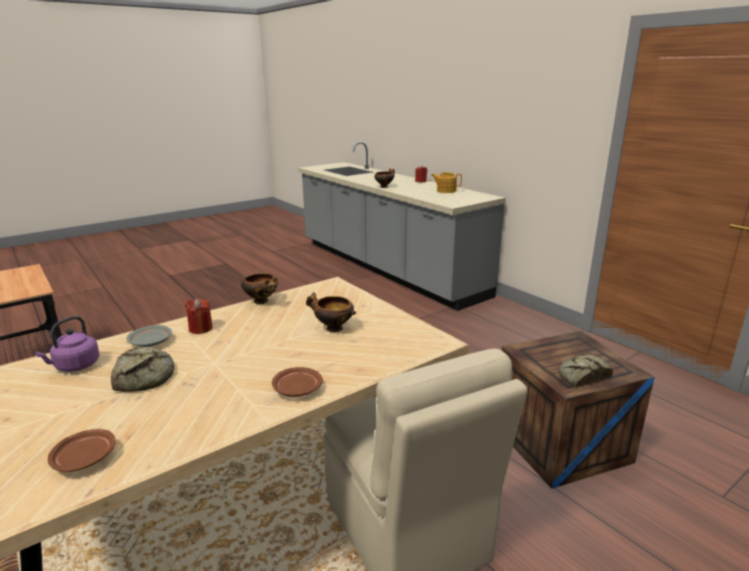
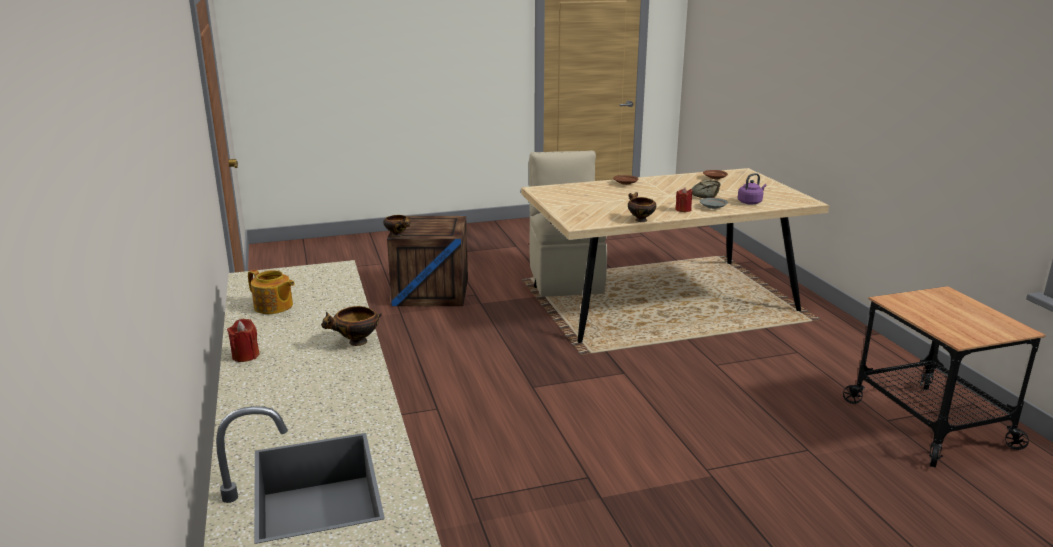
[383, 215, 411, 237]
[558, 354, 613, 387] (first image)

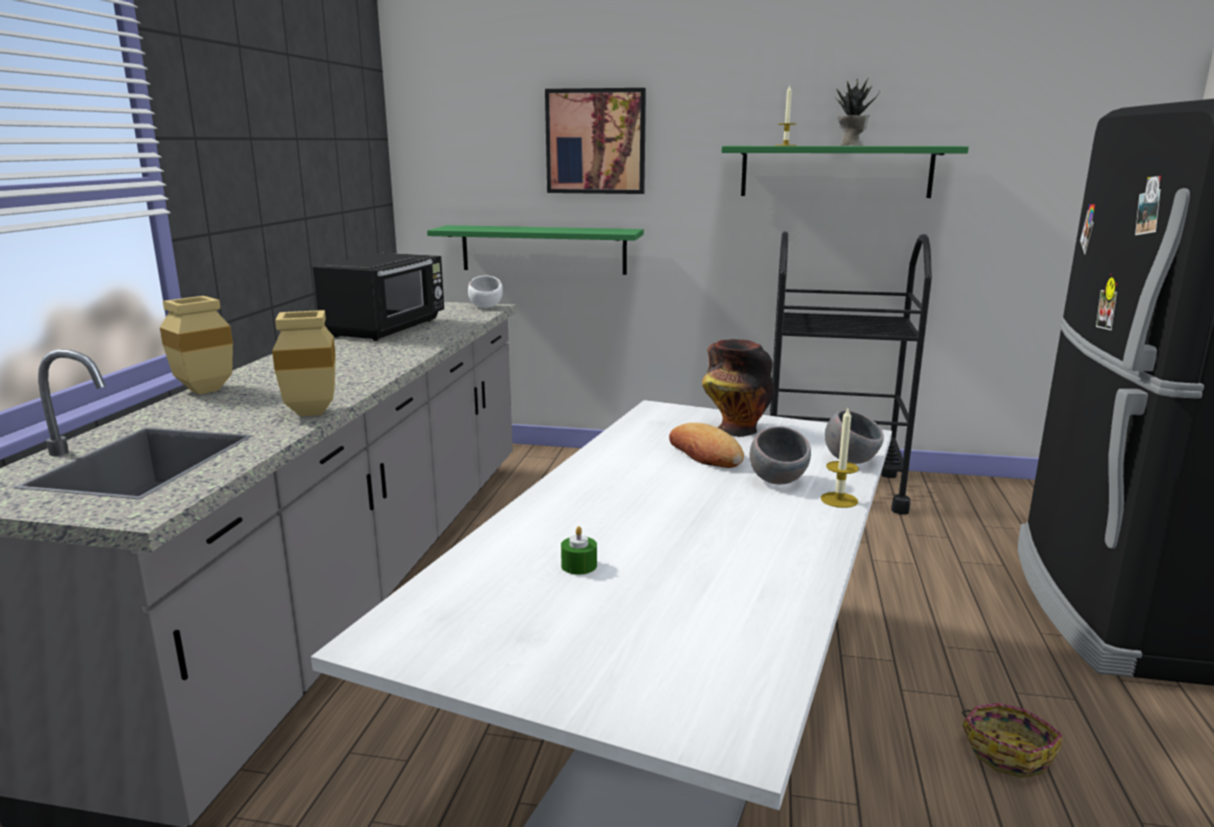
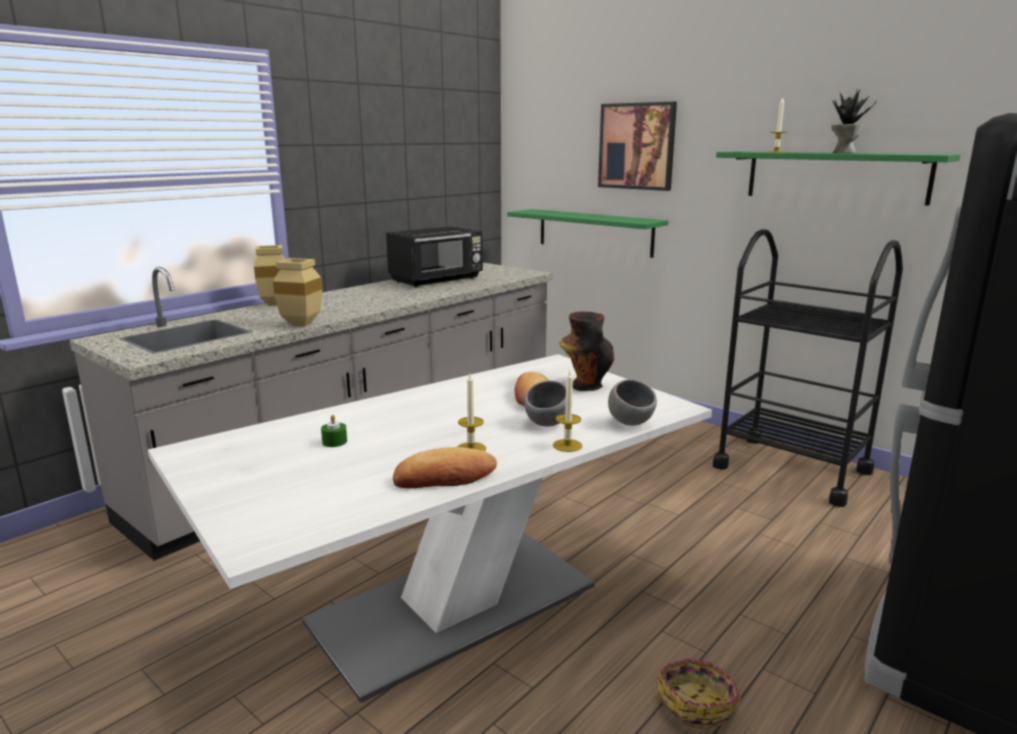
[393, 447, 497, 488]
[457, 374, 486, 451]
[468, 276, 503, 308] (first image)

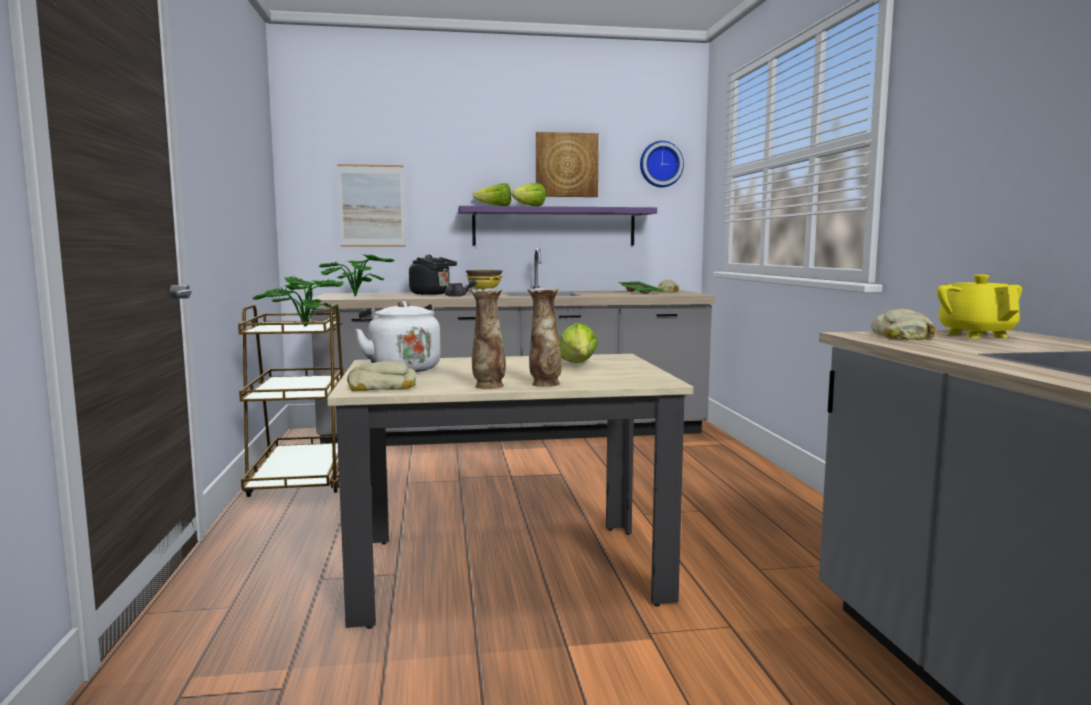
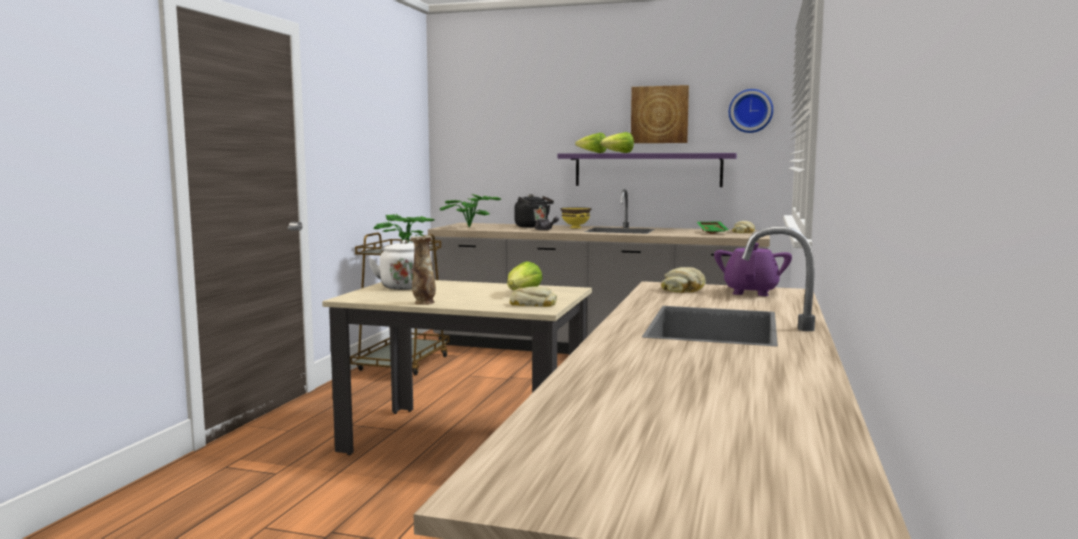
[510, 286, 557, 307]
[714, 243, 792, 296]
[337, 164, 406, 247] (first image)
[527, 288, 562, 387] (first image)

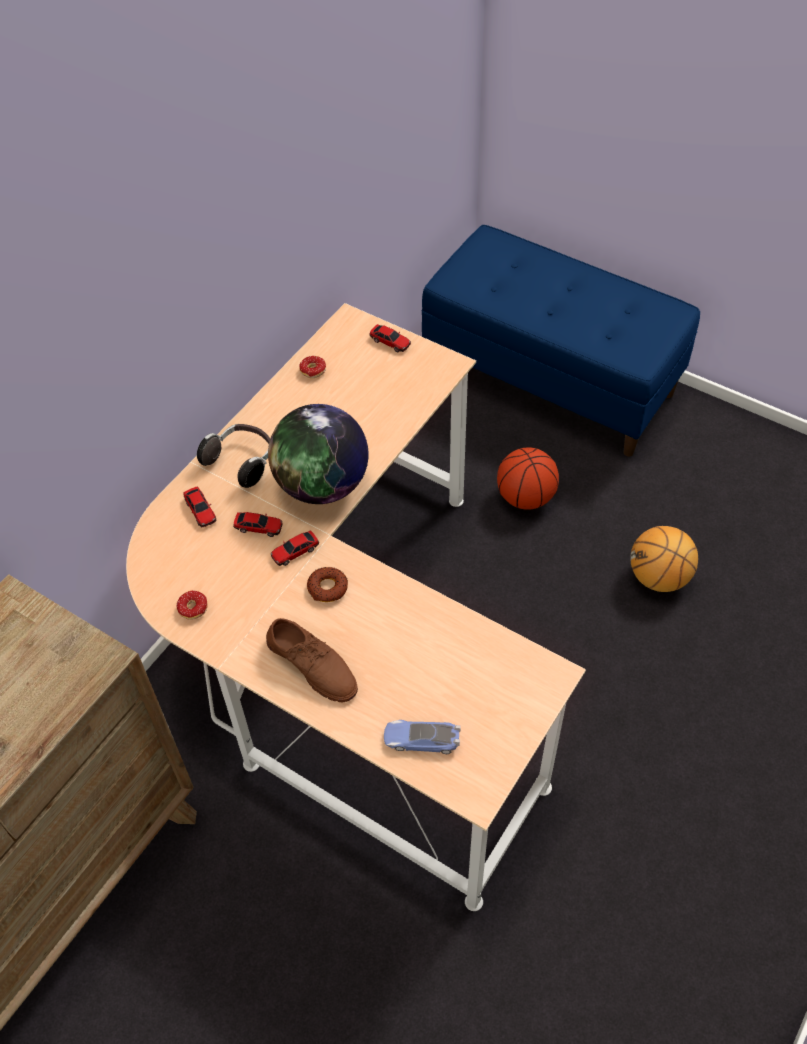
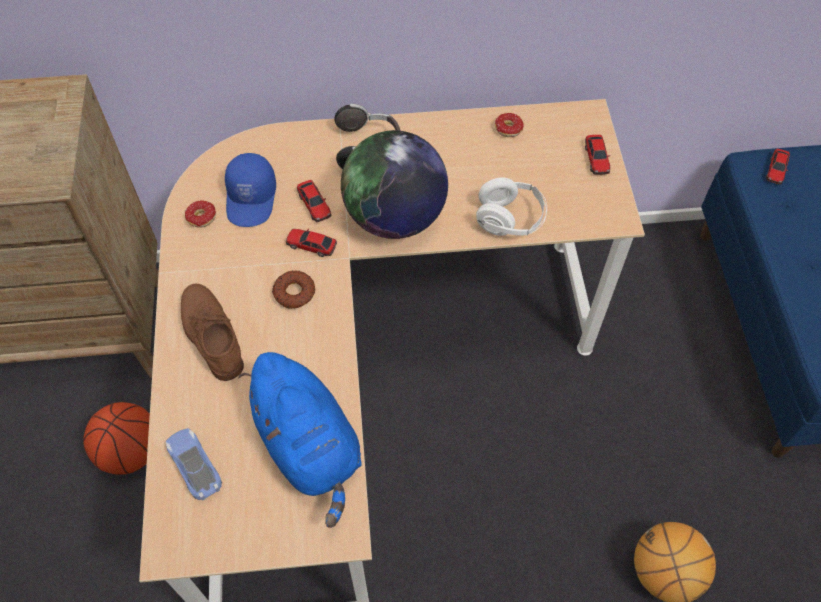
[83, 402, 150, 475]
[181, 284, 244, 381]
[225, 153, 276, 227]
[238, 352, 362, 528]
[476, 177, 547, 236]
[766, 149, 790, 185]

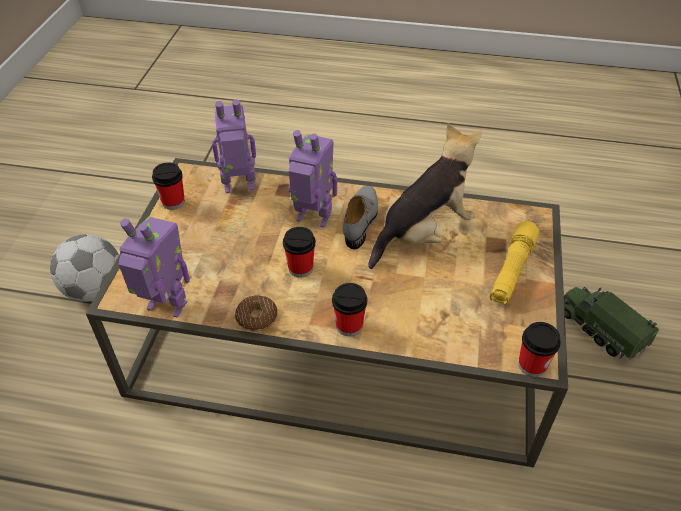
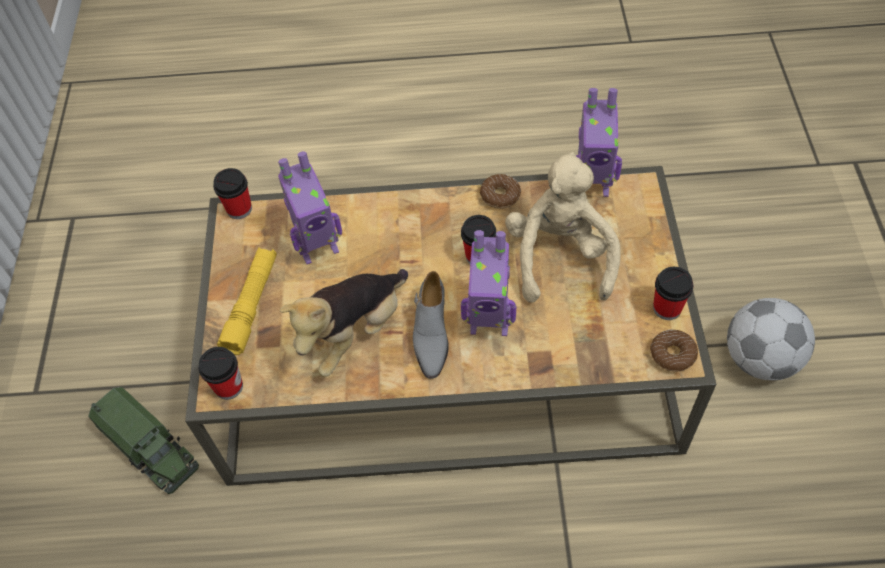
[198, 347, 243, 400]
[278, 151, 342, 264]
[505, 152, 621, 303]
[650, 330, 698, 372]

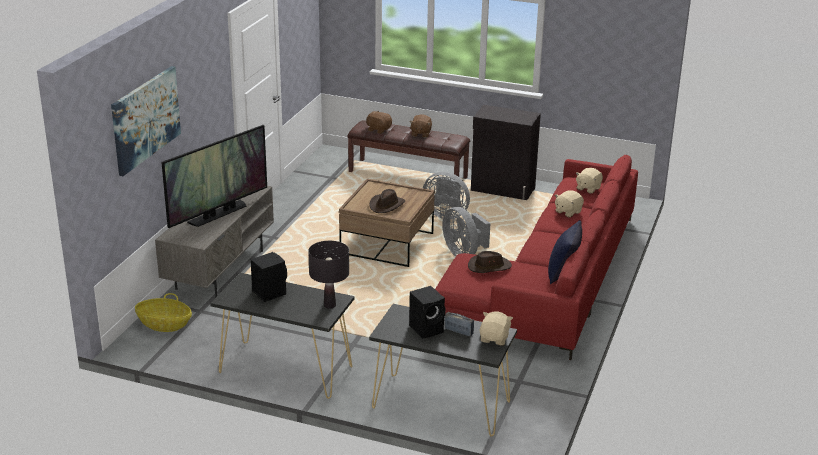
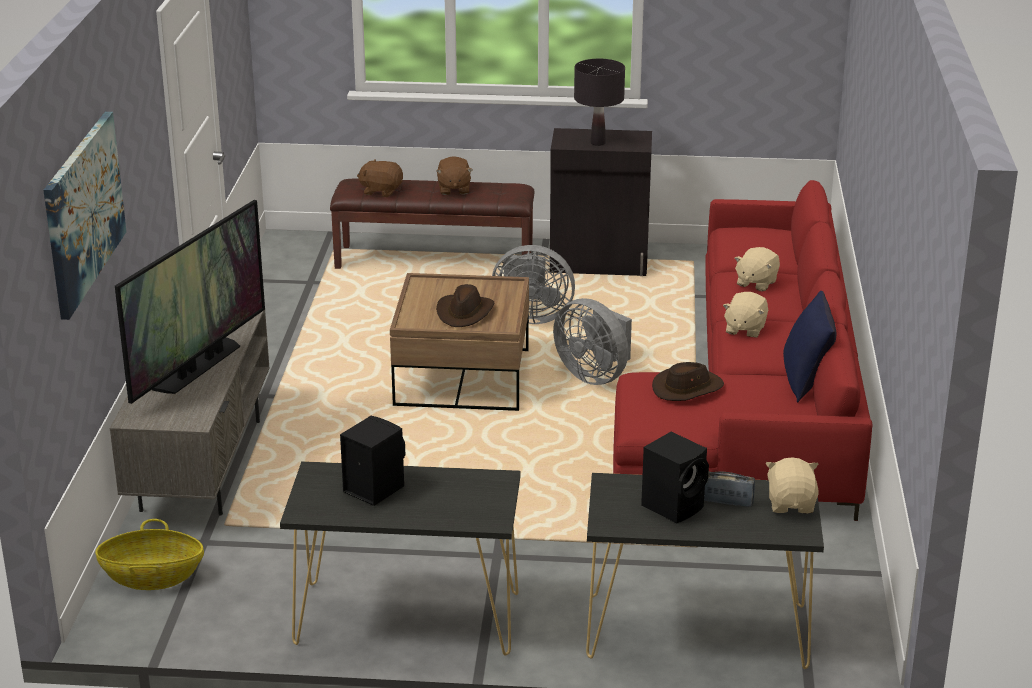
[574, 59, 625, 146]
[723, 292, 768, 337]

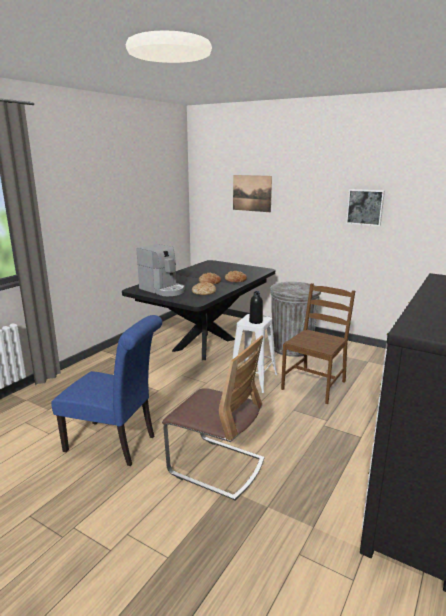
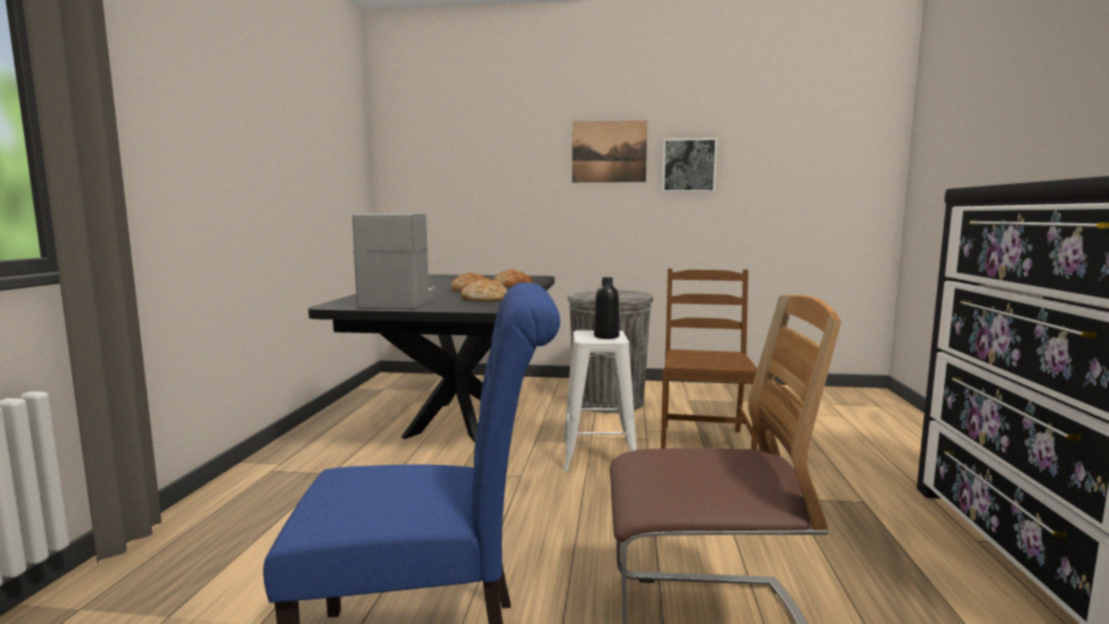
[352, 214, 435, 309]
[572, 120, 647, 183]

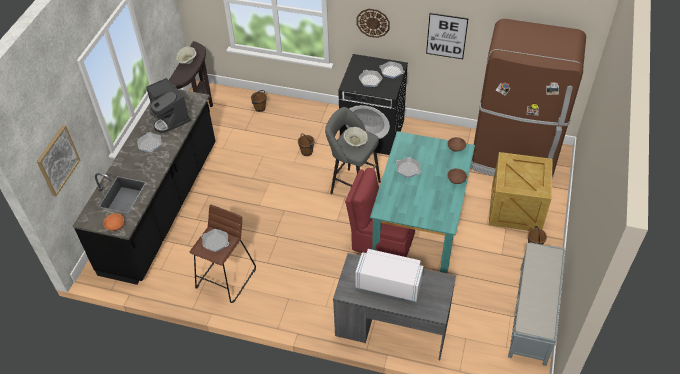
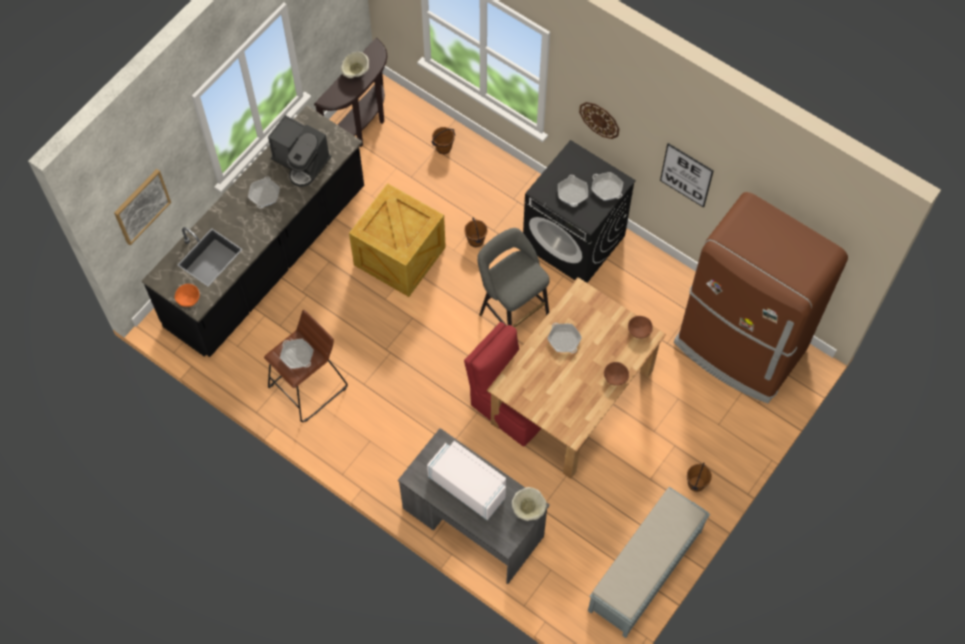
[268, 115, 332, 187]
[349, 183, 446, 297]
[487, 277, 666, 479]
[512, 487, 547, 521]

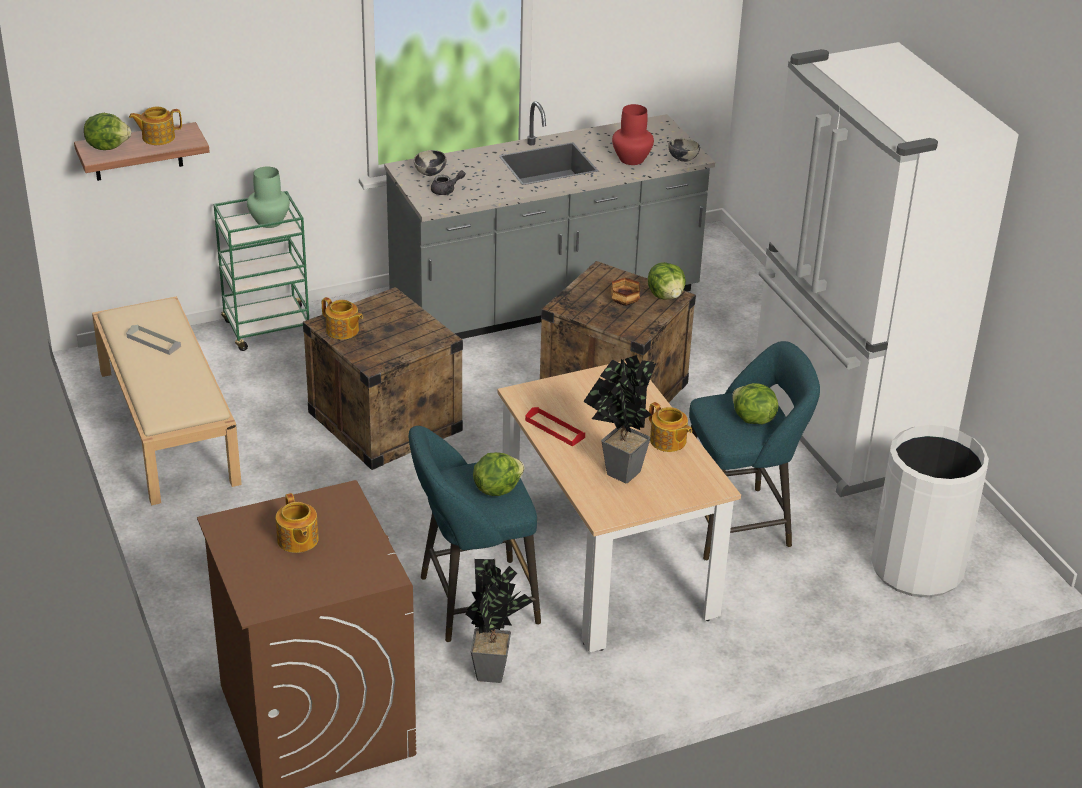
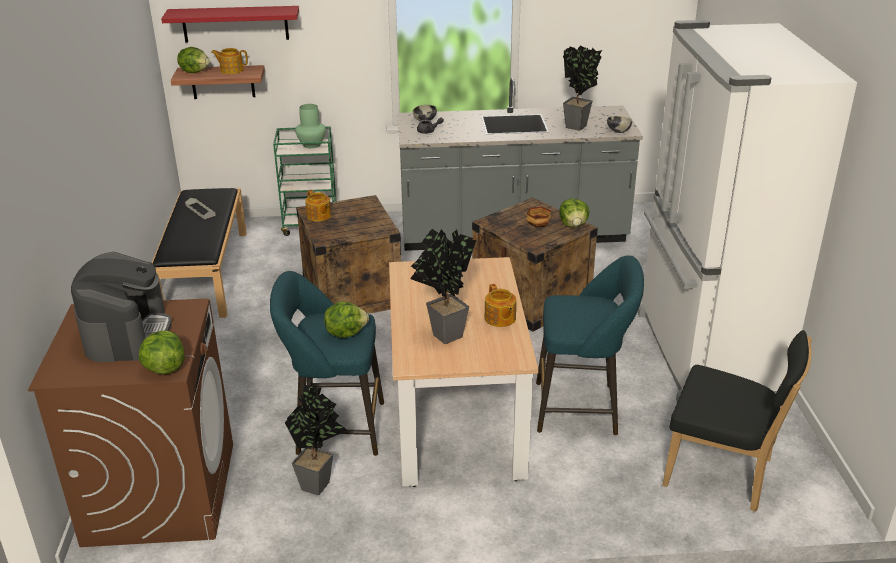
[71, 252, 172, 362]
[139, 330, 184, 374]
[152, 188, 247, 318]
[161, 6, 299, 43]
[563, 45, 602, 131]
[663, 330, 812, 512]
[525, 407, 585, 447] (first image)

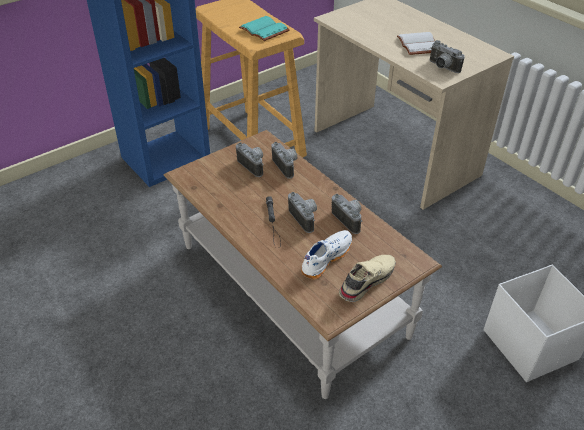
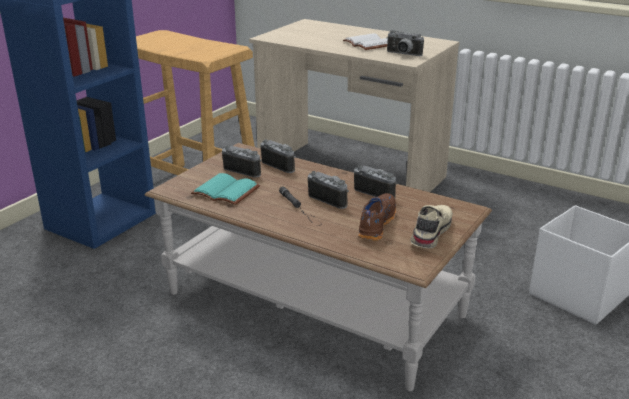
[191, 173, 260, 205]
[358, 193, 396, 241]

